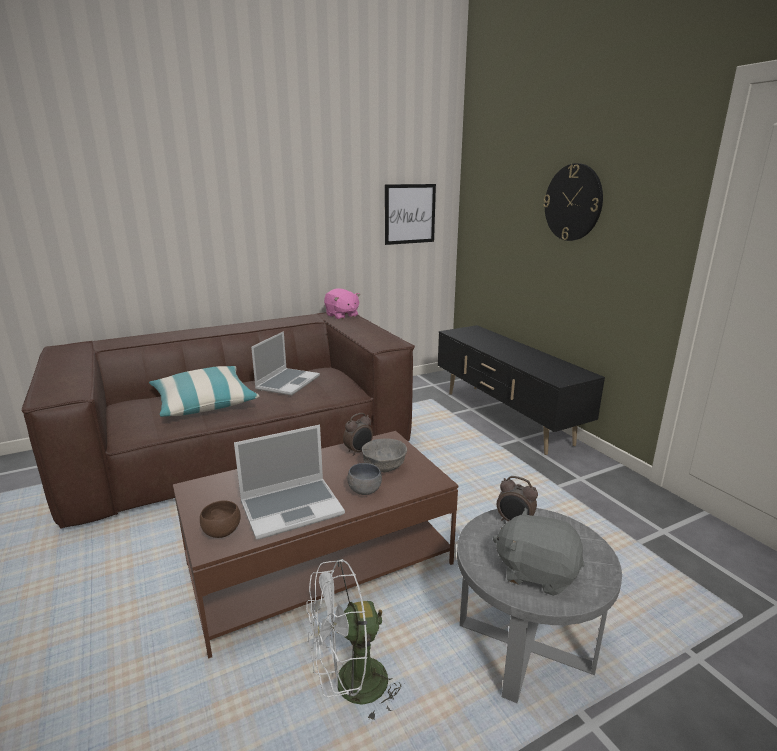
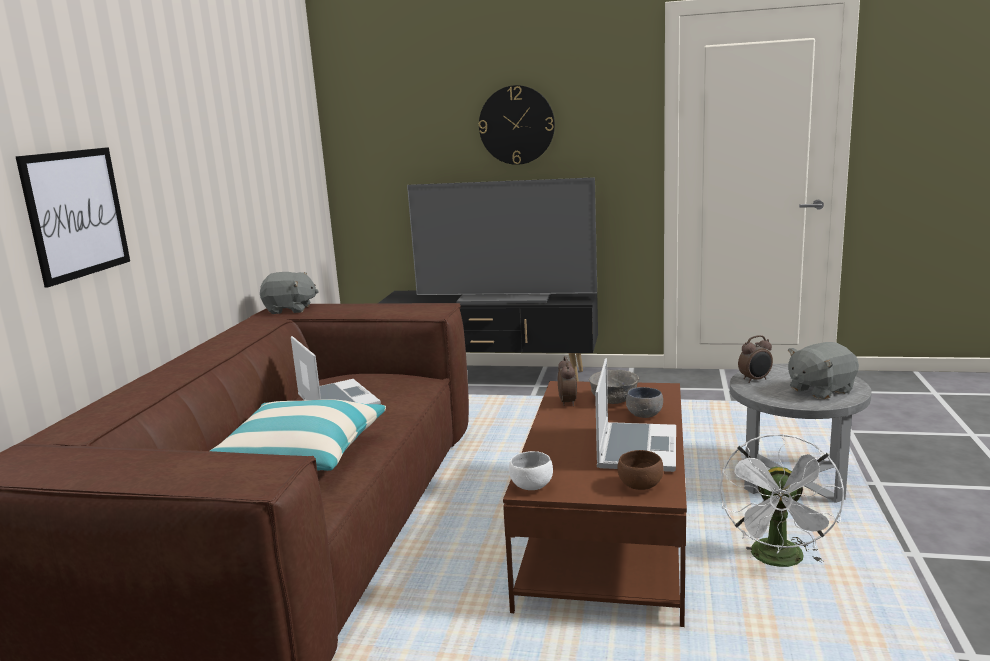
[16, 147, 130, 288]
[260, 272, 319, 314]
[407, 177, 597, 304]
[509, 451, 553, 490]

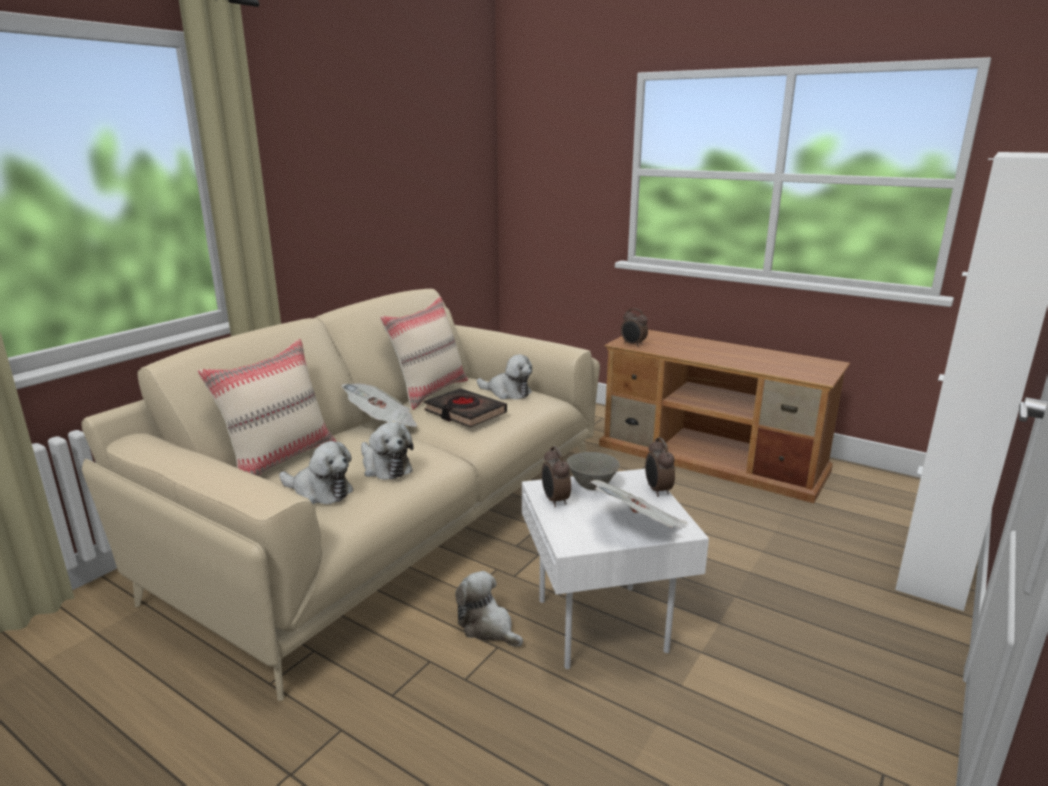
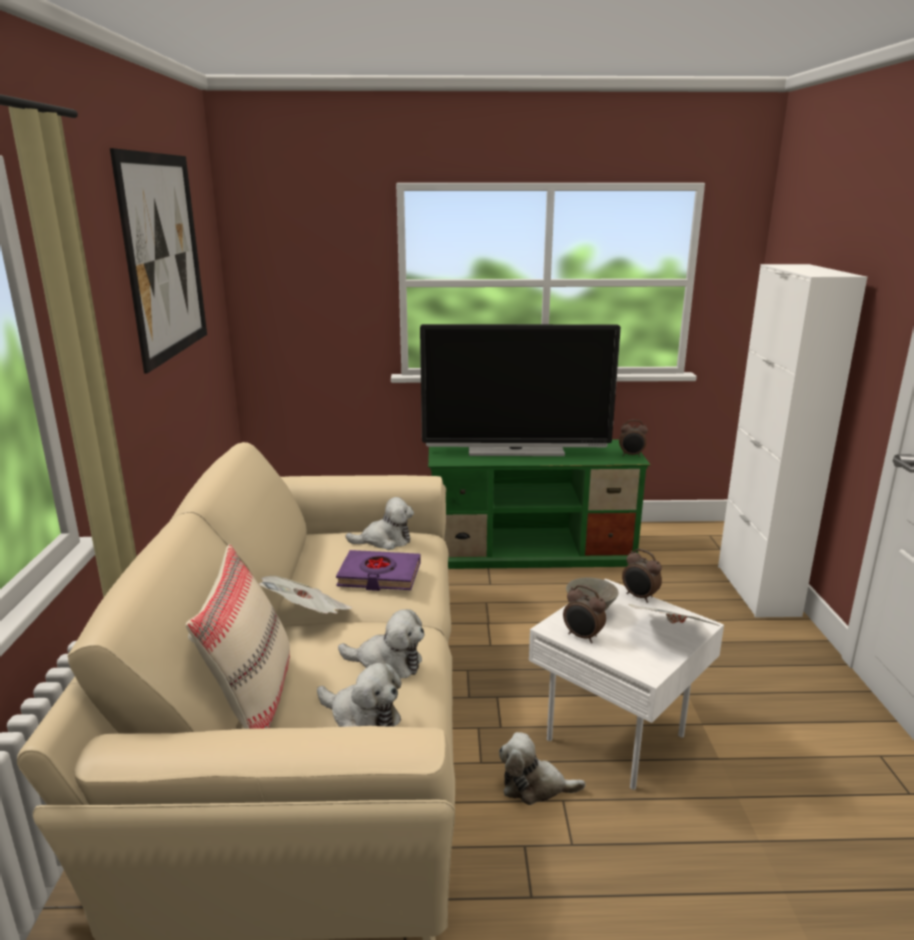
[110, 148, 207, 374]
[317, 663, 402, 727]
[336, 550, 421, 591]
[420, 324, 621, 456]
[428, 439, 650, 569]
[619, 420, 648, 457]
[380, 296, 468, 410] (first image)

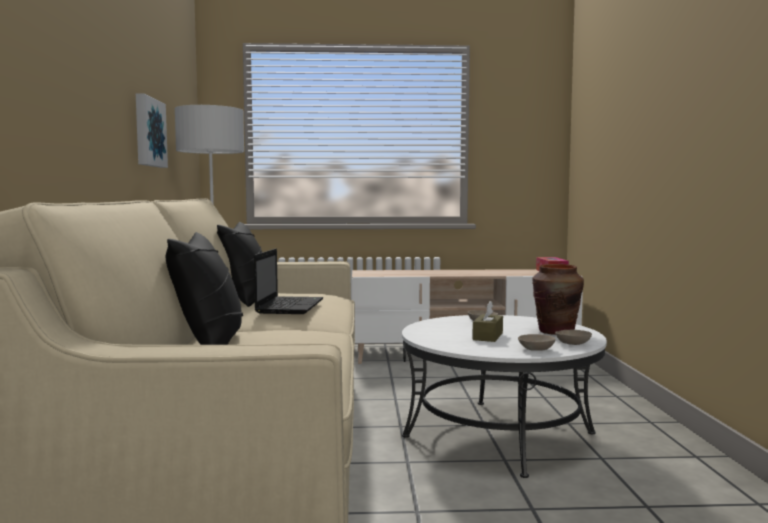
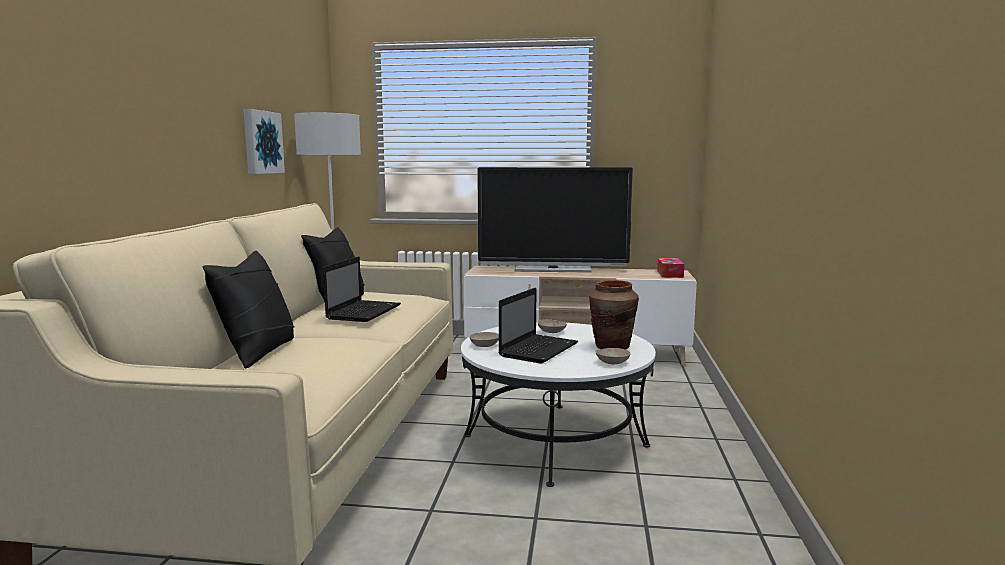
[469, 332, 499, 347]
[477, 167, 633, 273]
[498, 288, 578, 364]

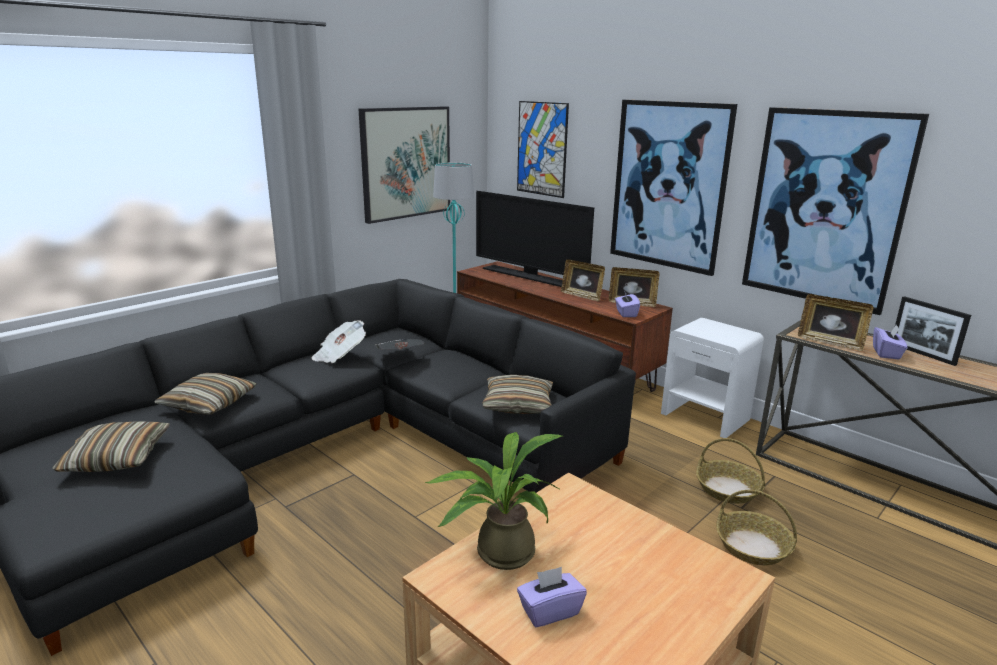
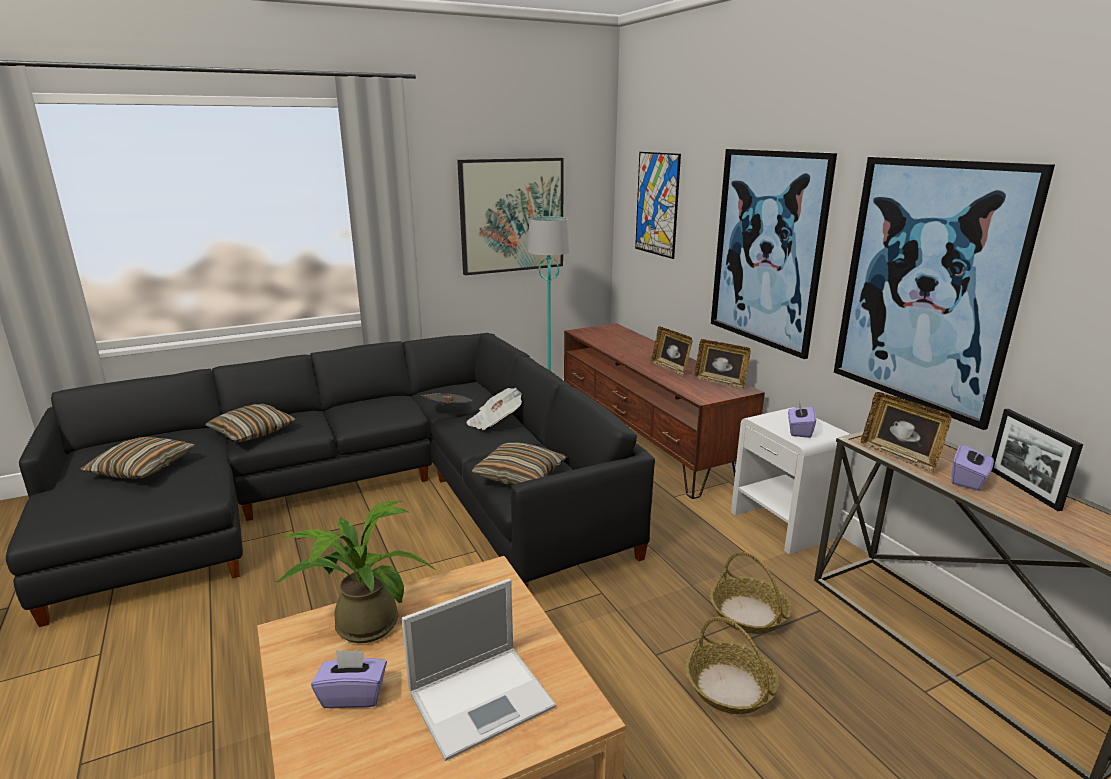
[402, 579, 556, 761]
[466, 388, 522, 430]
[788, 400, 816, 438]
[476, 191, 594, 287] (first image)

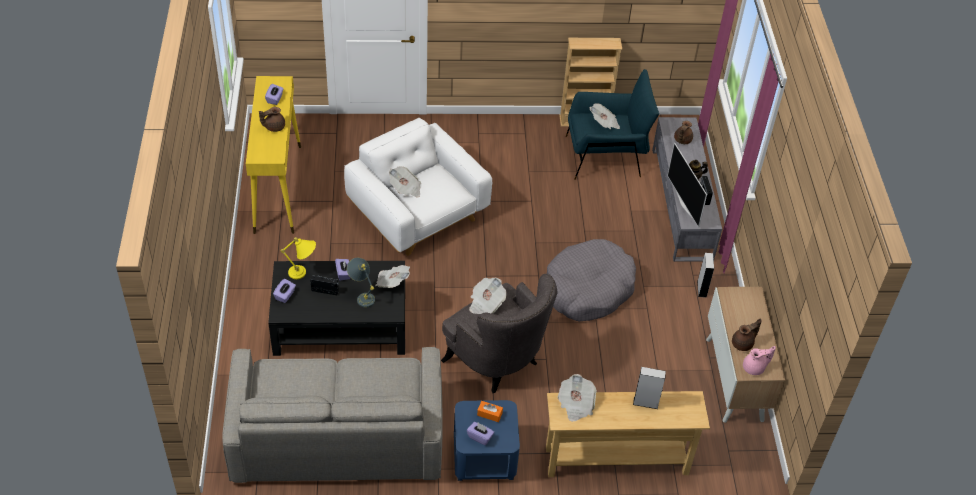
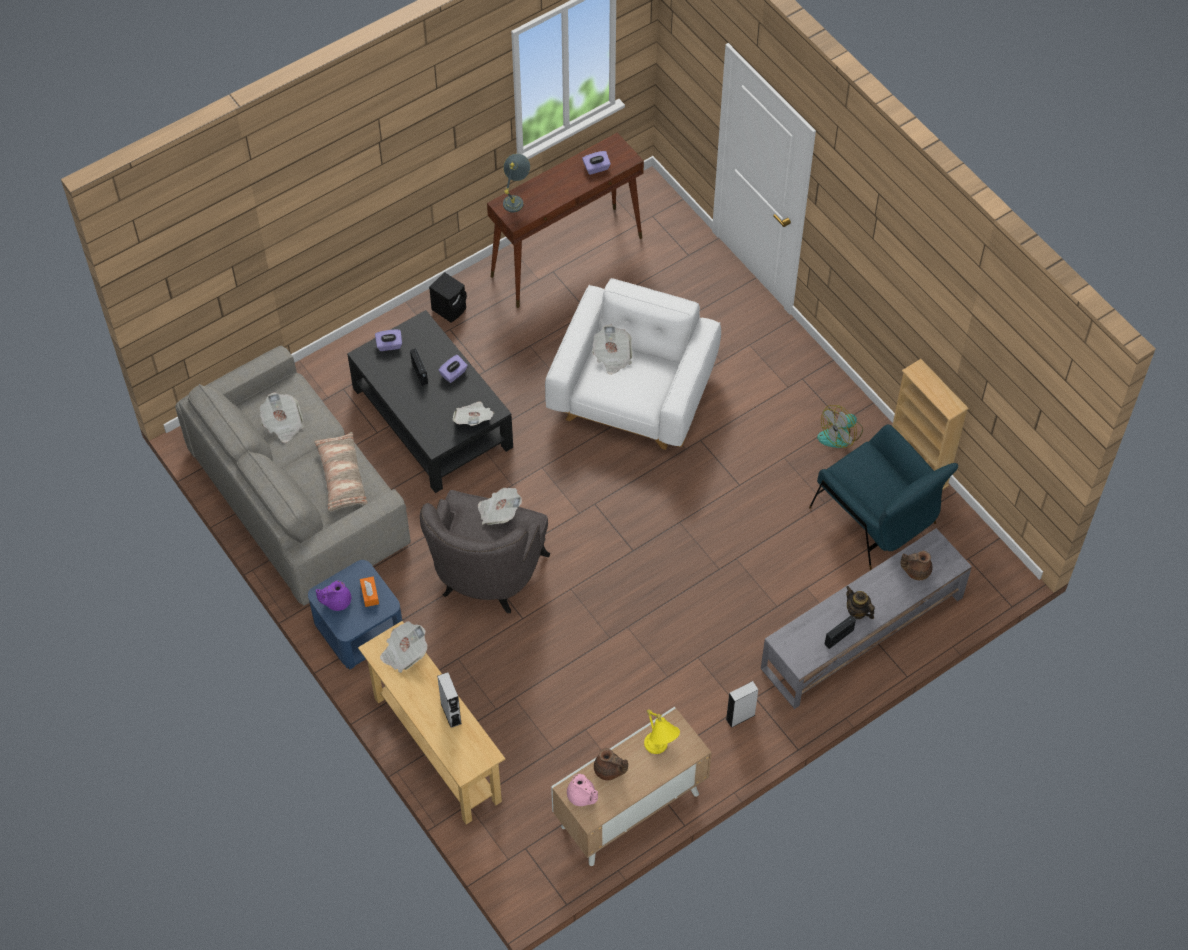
[260, 392, 304, 443]
[315, 432, 368, 511]
[316, 580, 351, 611]
[429, 272, 467, 323]
[487, 133, 644, 308]
[503, 154, 530, 212]
[644, 709, 680, 754]
[817, 405, 863, 448]
[259, 107, 285, 132] (first image)
[547, 239, 636, 321] (first image)
[667, 143, 707, 228] (first image)

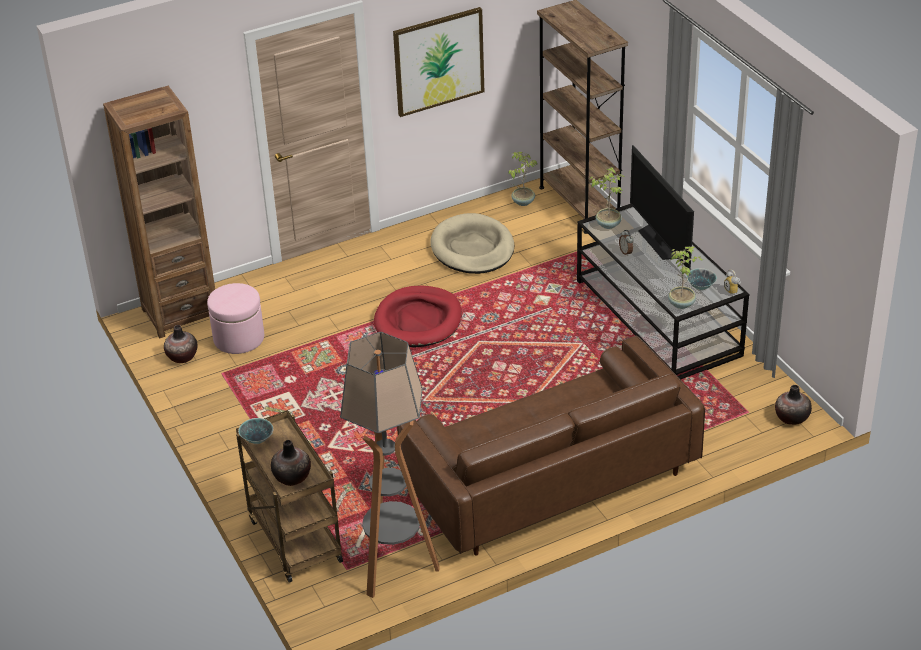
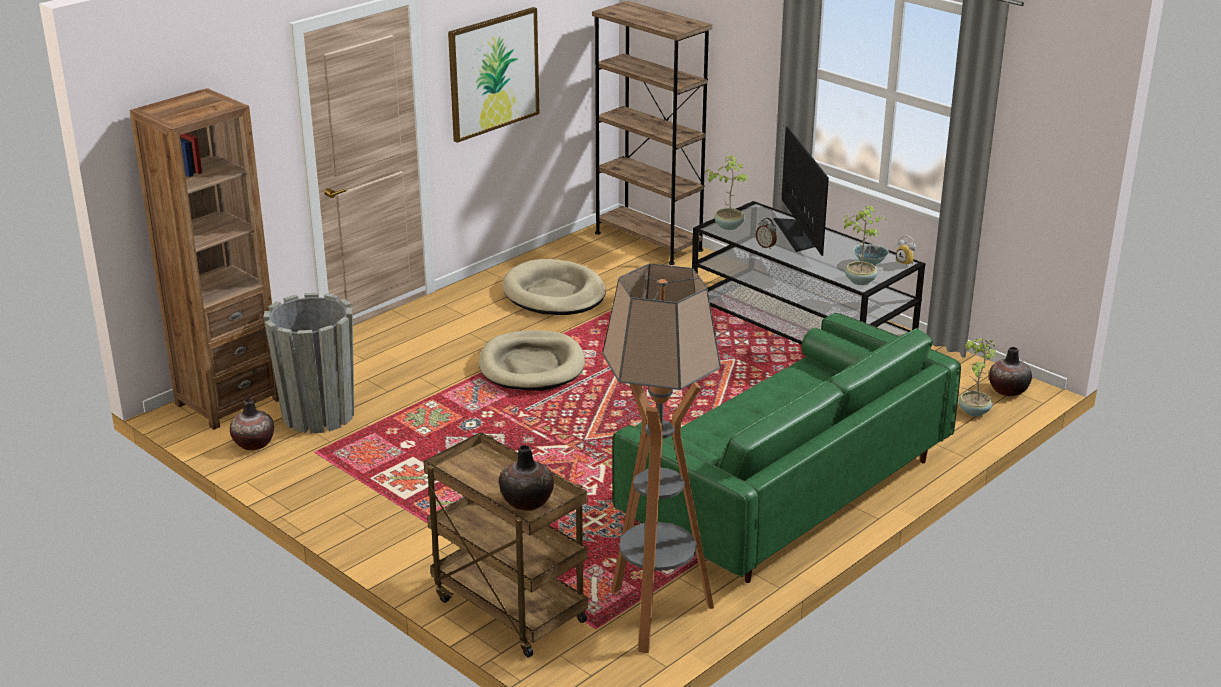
[263, 293, 354, 433]
[479, 330, 585, 391]
[612, 313, 961, 583]
[774, 126, 829, 256]
[958, 338, 997, 417]
[238, 418, 273, 444] (first image)

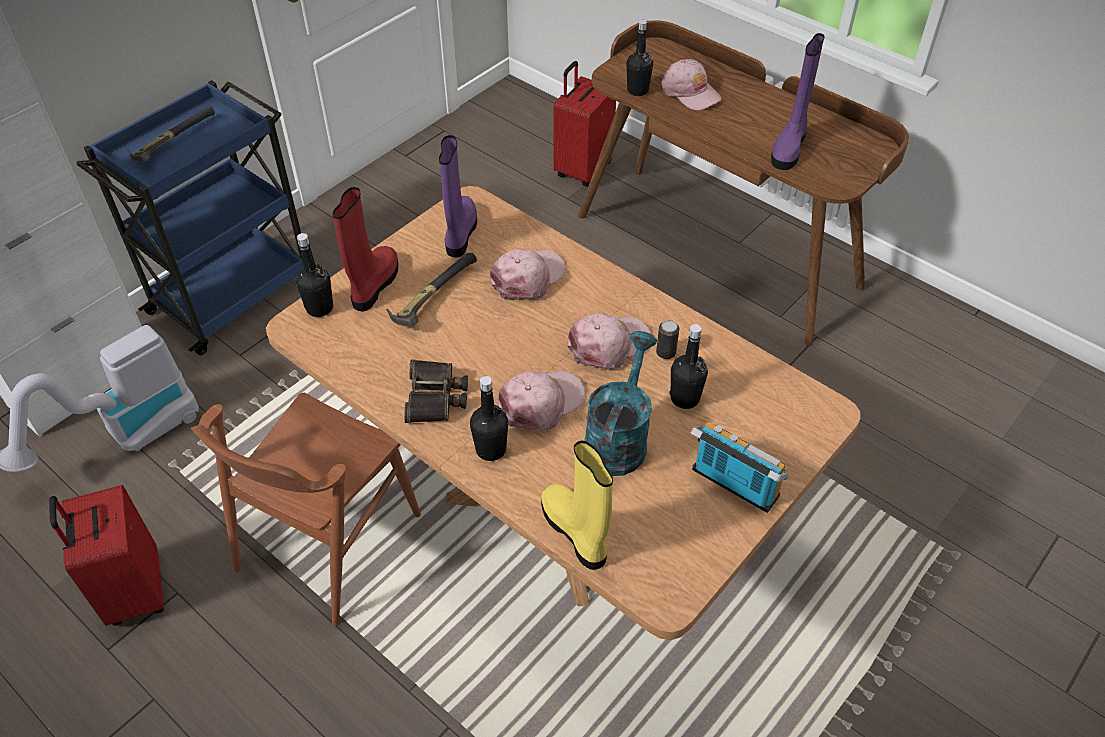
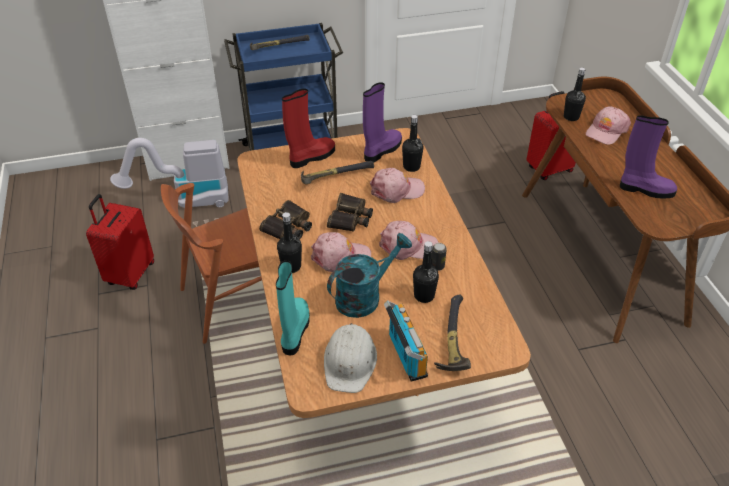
[276, 260, 310, 355]
[324, 323, 377, 393]
[327, 193, 373, 232]
[402, 115, 424, 172]
[434, 294, 471, 371]
[586, 106, 631, 145]
[620, 116, 677, 199]

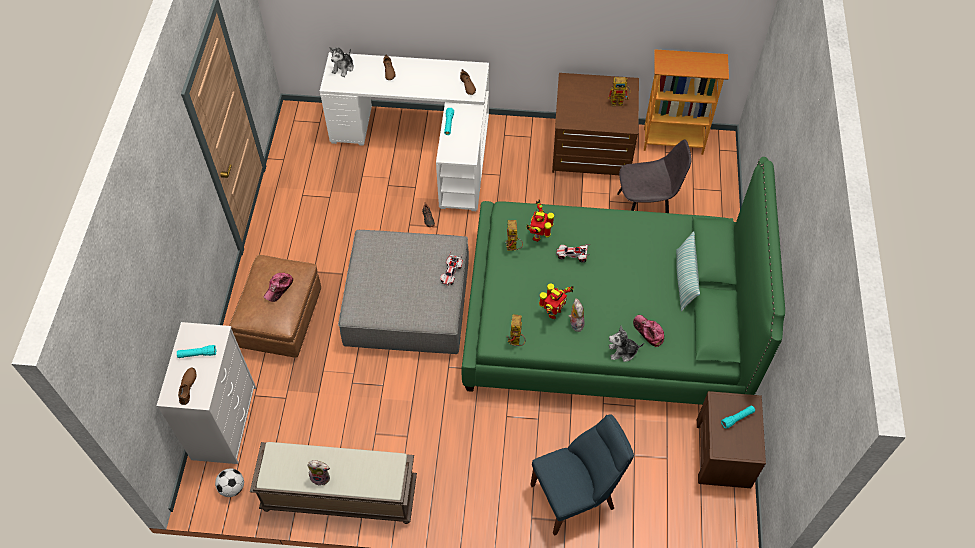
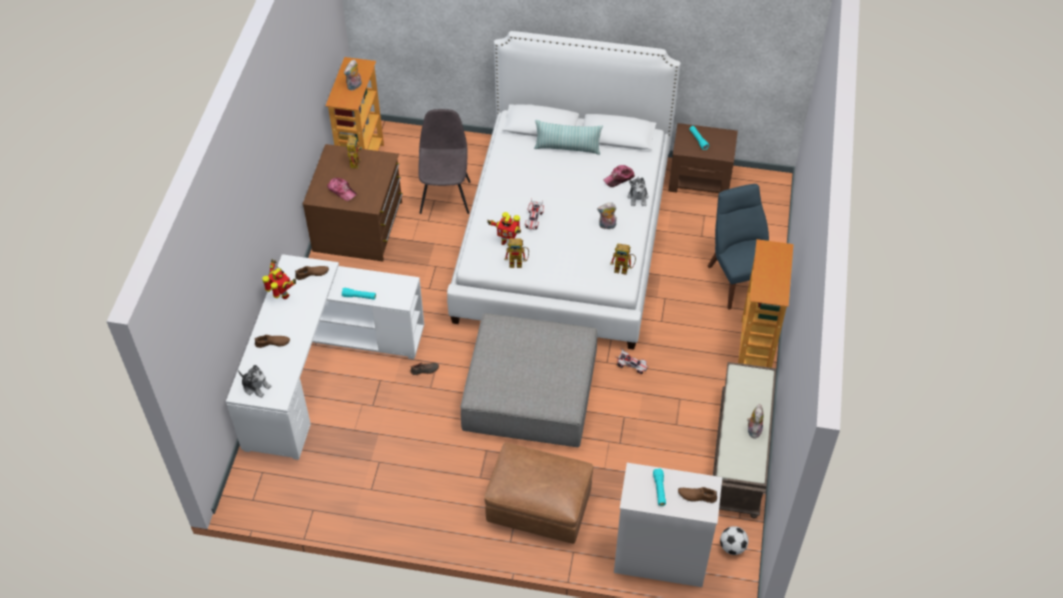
[262, 259, 296, 299]
[327, 178, 357, 201]
[344, 60, 362, 91]
[447, 31, 680, 350]
[616, 348, 648, 374]
[738, 239, 793, 368]

